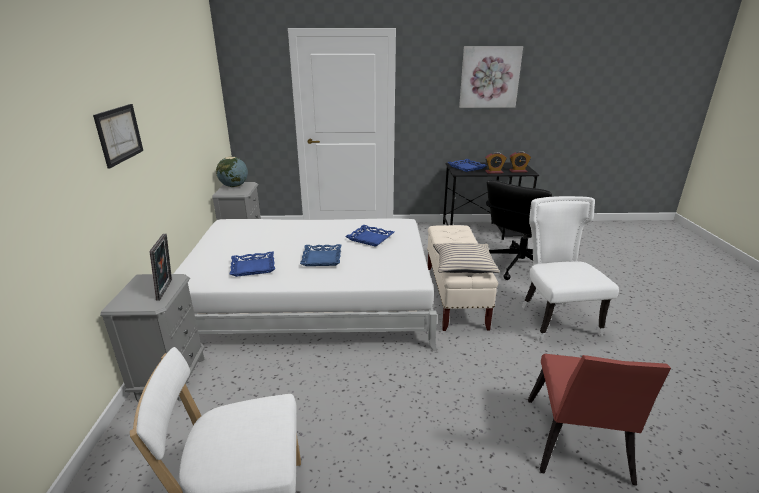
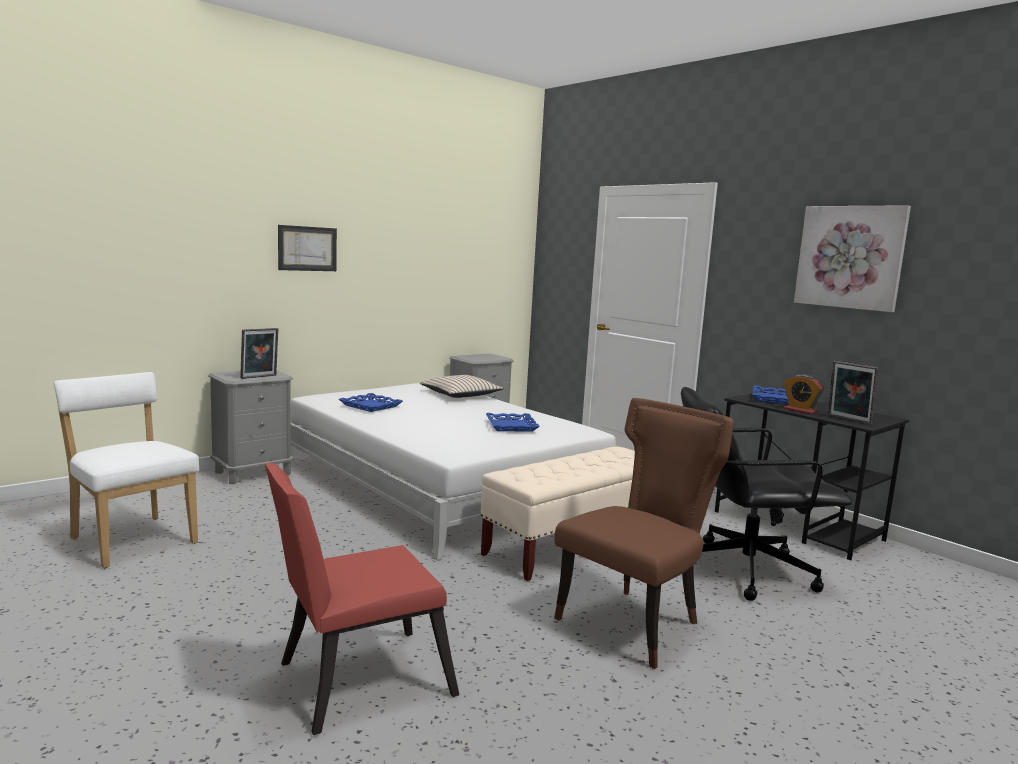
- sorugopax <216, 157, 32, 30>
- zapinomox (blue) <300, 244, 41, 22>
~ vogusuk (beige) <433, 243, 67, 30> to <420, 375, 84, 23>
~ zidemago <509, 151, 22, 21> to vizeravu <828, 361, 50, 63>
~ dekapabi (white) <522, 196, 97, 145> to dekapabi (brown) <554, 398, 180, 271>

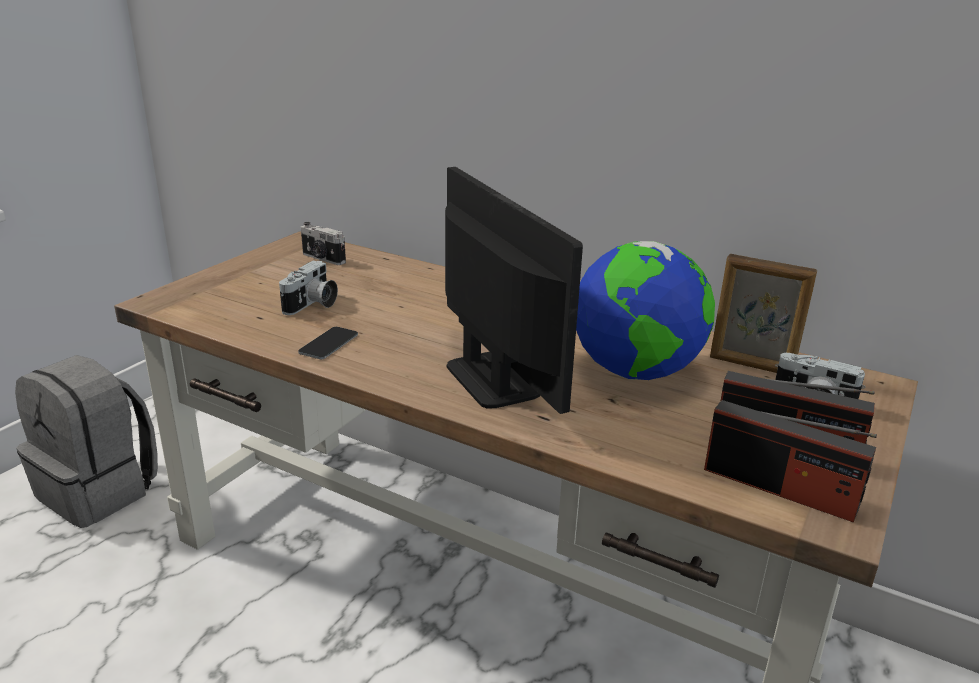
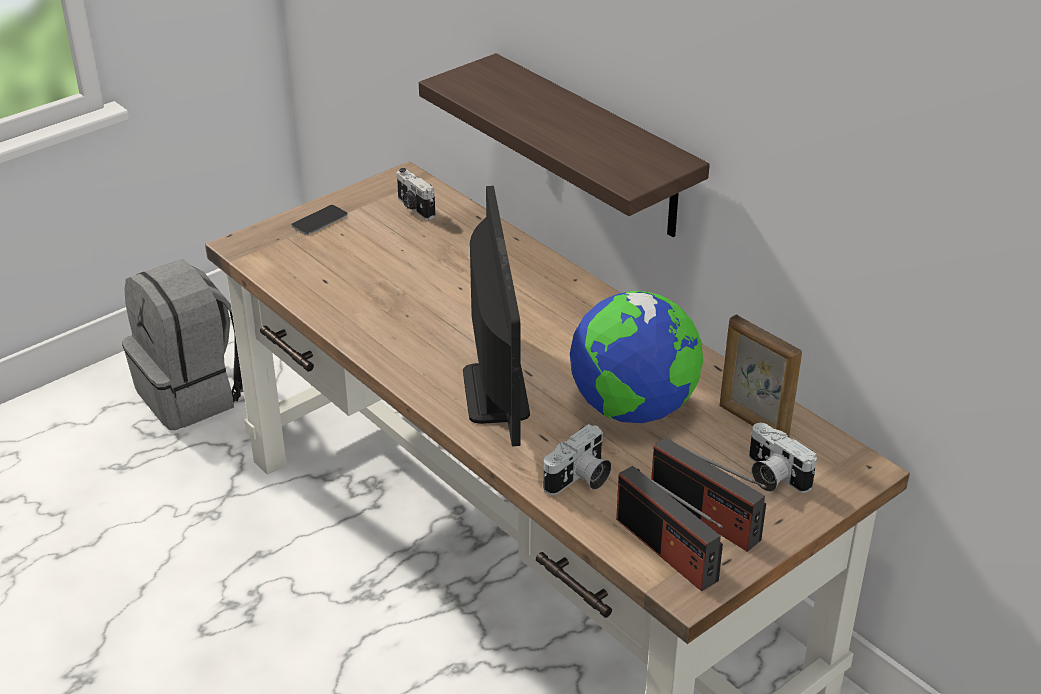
~ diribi <279, 261, 59, 54> to <543, 424, 69, 71>
~ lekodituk <298, 327, 60, 32> to <292, 205, 56, 30>
+ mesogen <419, 53, 291, 184>

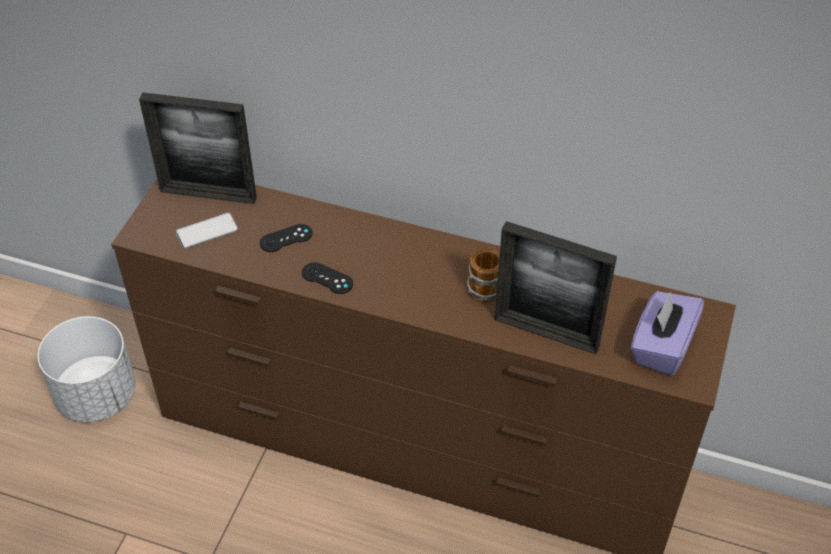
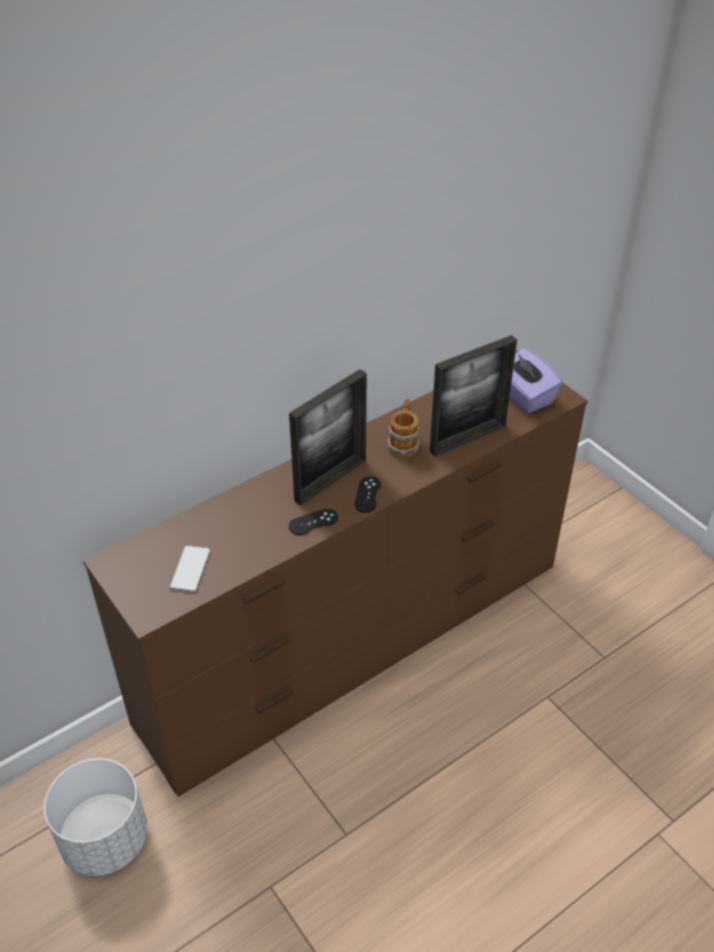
~ vizeravu <139, 92, 118, 112> to <289, 369, 78, 137>
~ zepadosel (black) <260, 224, 53, 28> to <354, 476, 27, 37>

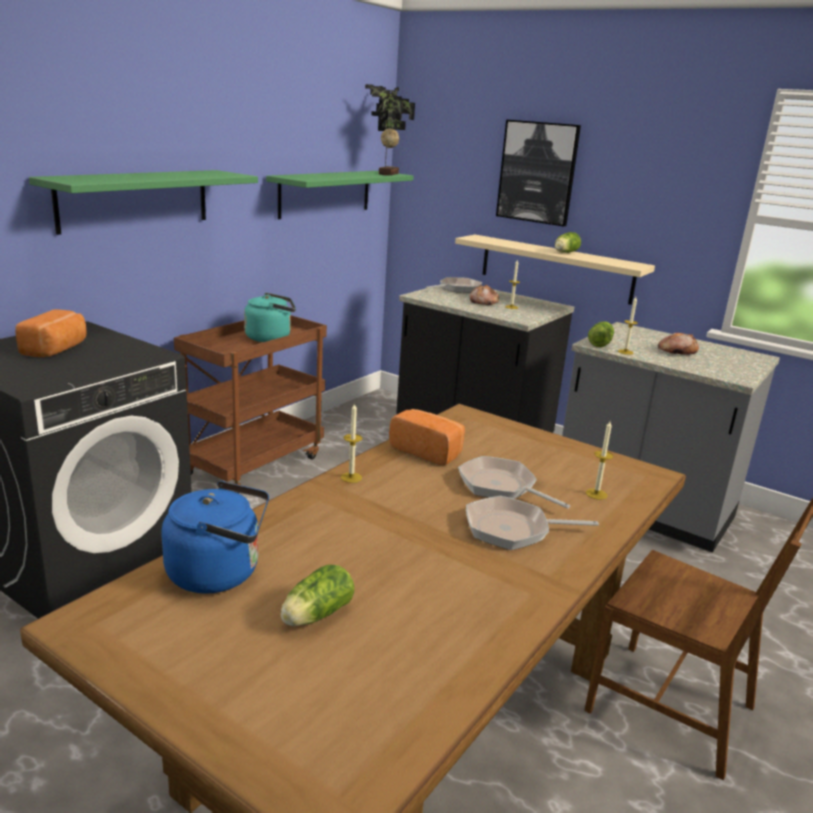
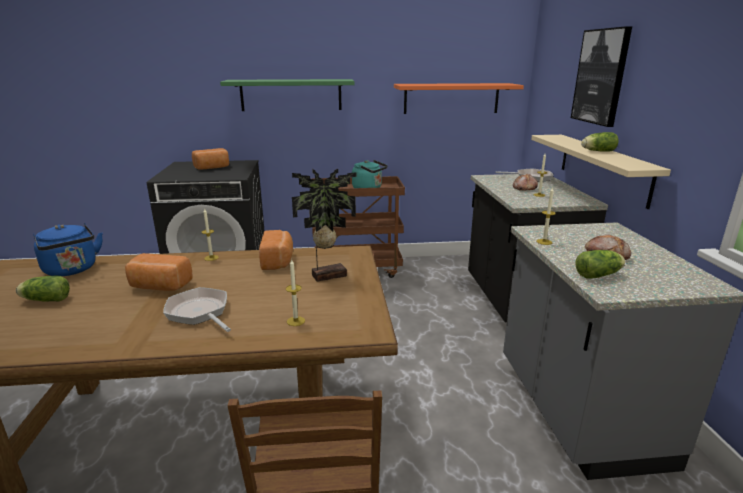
~ mesogen (green) <266, 171, 148, 48> to mesogen (orange) <394, 83, 130, 31>
~ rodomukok <365, 84, 50, 92> to <292, 169, 65, 113>
- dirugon <458, 456, 112, 53>
~ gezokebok <588, 322, 26, 25> to <575, 250, 50, 29>
+ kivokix <125, 253, 67, 38>

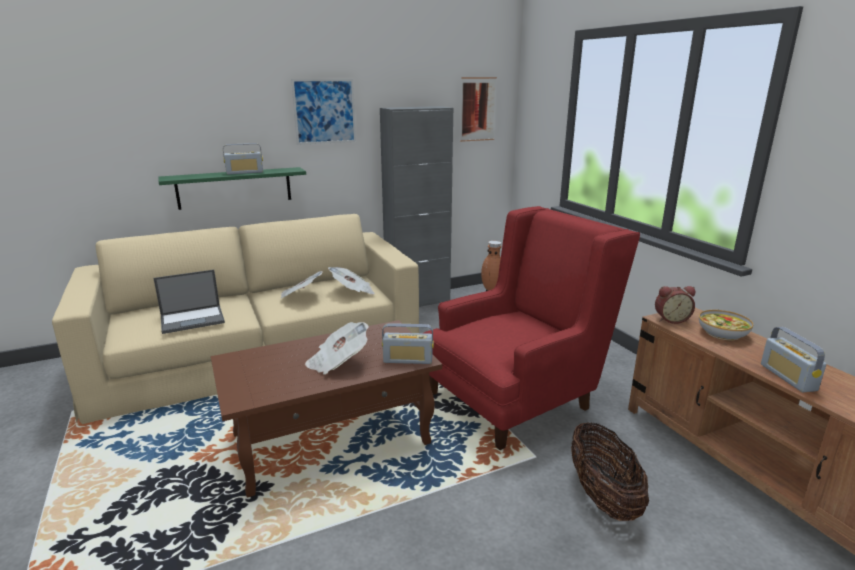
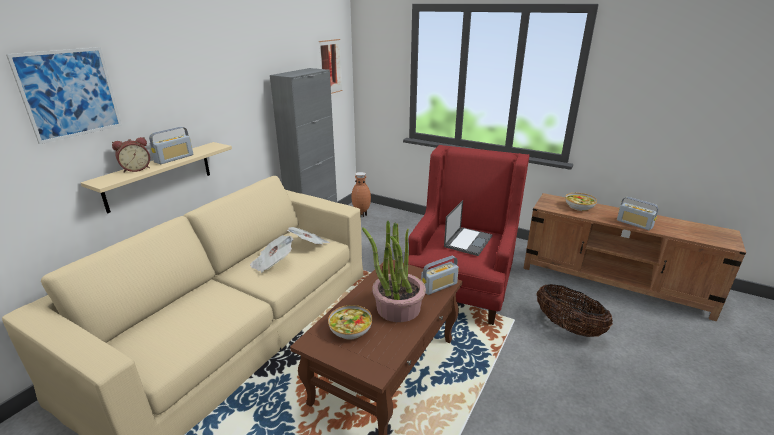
~ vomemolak <154, 270, 71, 64> to <444, 200, 49, 56>
~ mesogen (green) <158, 167, 148, 43> to mesogen (beige) <81, 142, 151, 71>
~ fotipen <291, 79, 65, 66> to <6, 47, 116, 97>
~ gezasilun <305, 322, 64, 53> to rodomukok <362, 221, 64, 101>
~ zidemago <655, 286, 40, 38> to <112, 137, 38, 36>
+ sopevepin <328, 305, 44, 34>

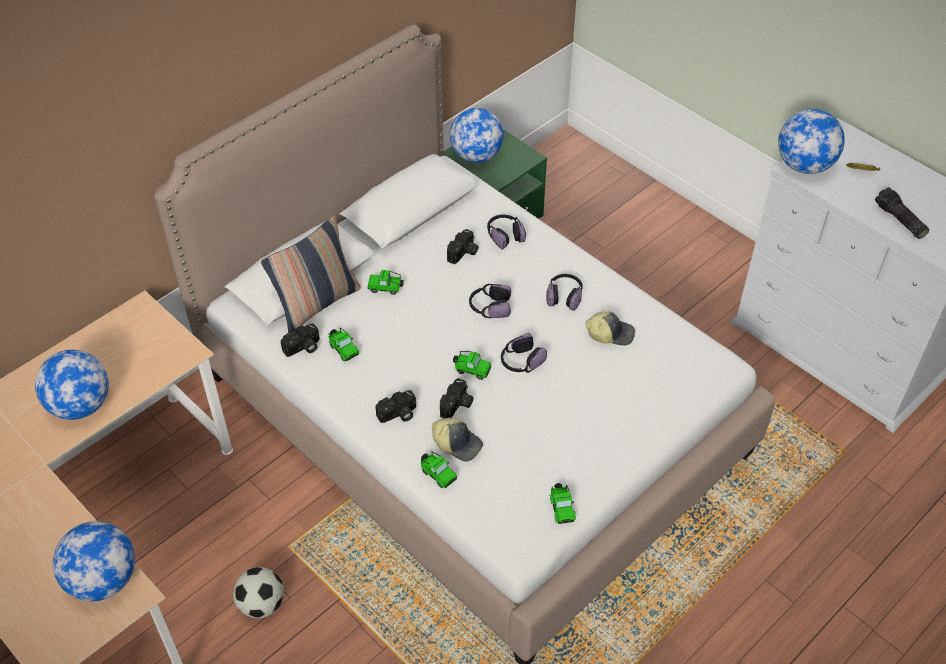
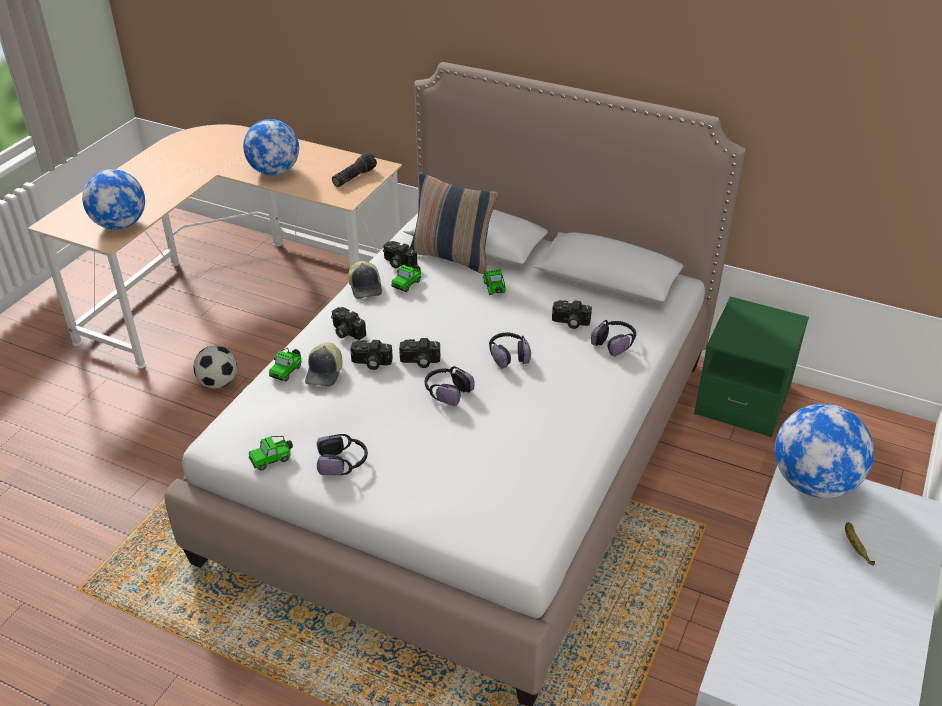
- sorugopax <450, 108, 54, 55>
~ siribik <453, 351, 39, 29> to diribi <399, 338, 41, 30>
~ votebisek <546, 274, 37, 37> to <317, 434, 51, 41>
~ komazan <586, 312, 49, 34> to <348, 261, 34, 38>
~ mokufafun <875, 187, 54, 52> to <332, 153, 45, 34>

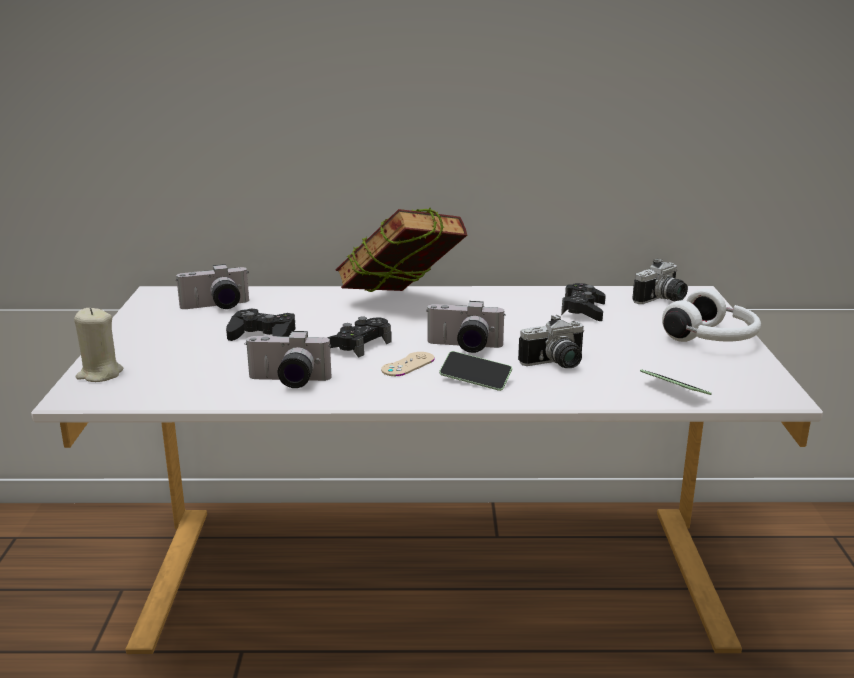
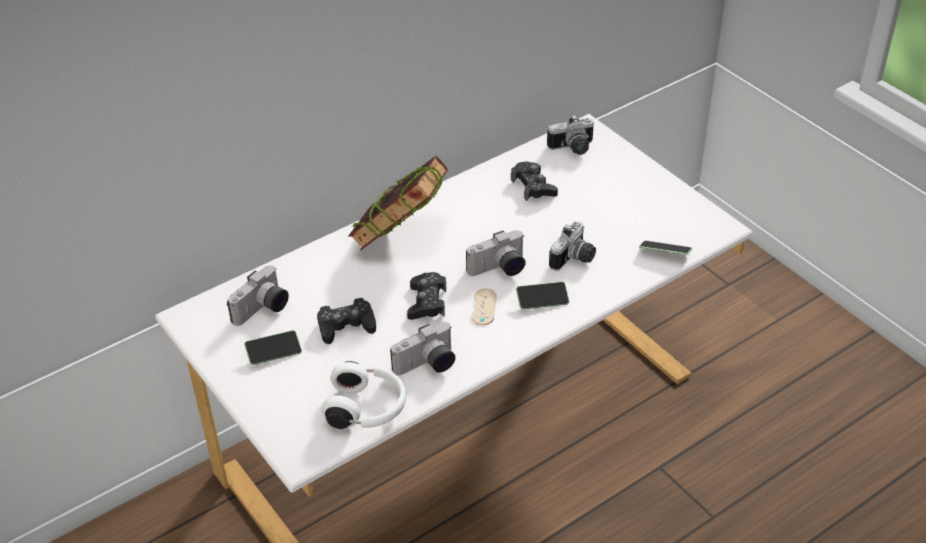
- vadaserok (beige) <74, 308, 49, 74>
~ diribi <632, 259, 56, 45> = <547, 115, 47, 40> 60 degrees clockwise
~ votebisek (white) <662, 288, 99, 54> to <322, 361, 84, 68>
+ lekodituk <244, 330, 58, 35>

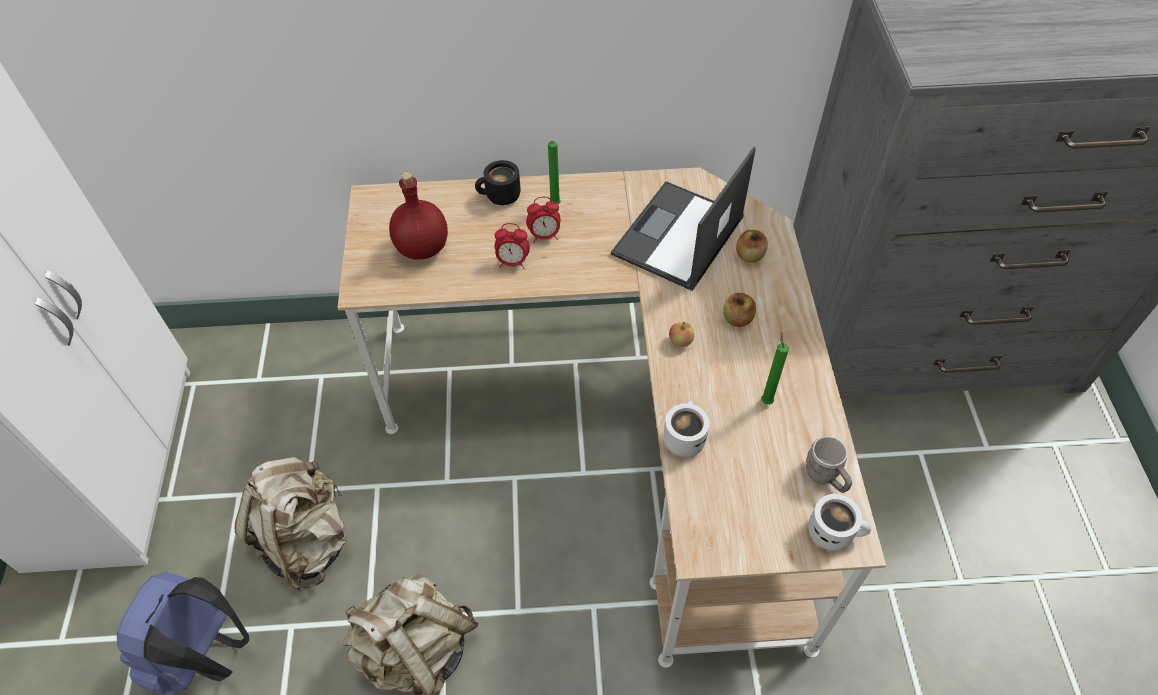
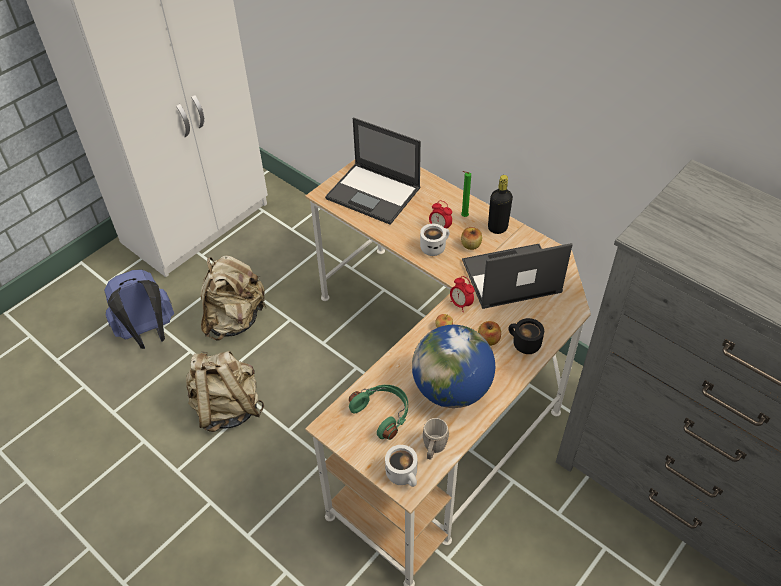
~ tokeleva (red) <389, 172, 59, 88> to vomemolak <325, 118, 96, 107>
~ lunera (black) <475, 160, 46, 45> to <508, 318, 36, 36>
~ zidemago <494, 223, 36, 46> to <450, 276, 25, 36>
~ lunera (white) <664, 401, 45, 56> to <420, 224, 30, 32>
~ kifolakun <736, 230, 32, 33> to <461, 227, 21, 23>
~ vadaserok (green) <761, 331, 28, 74> to sorugopax <412, 325, 83, 83>
+ votebisek (green) <349, 385, 59, 55>
+ tokeleva (black) <488, 175, 25, 59>

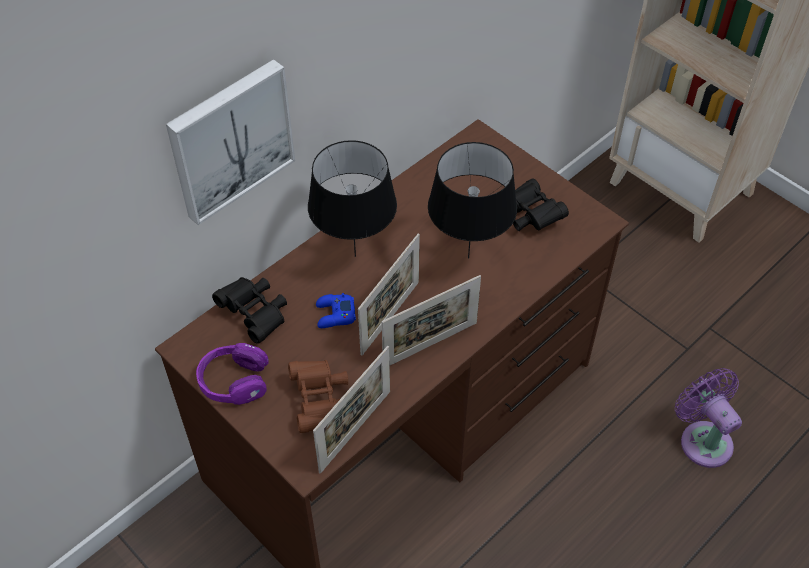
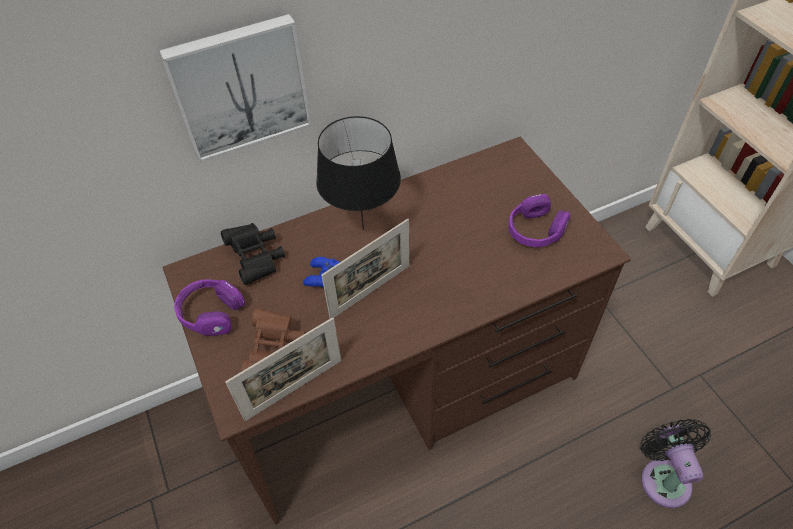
- vizeravu <382, 275, 99, 90>
- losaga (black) <428, 142, 89, 117>
~ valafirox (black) <513, 178, 56, 53> to votebisek (purple) <508, 194, 62, 53>
~ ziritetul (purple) <675, 368, 67, 100> to ziritetul (black) <640, 419, 71, 89>

